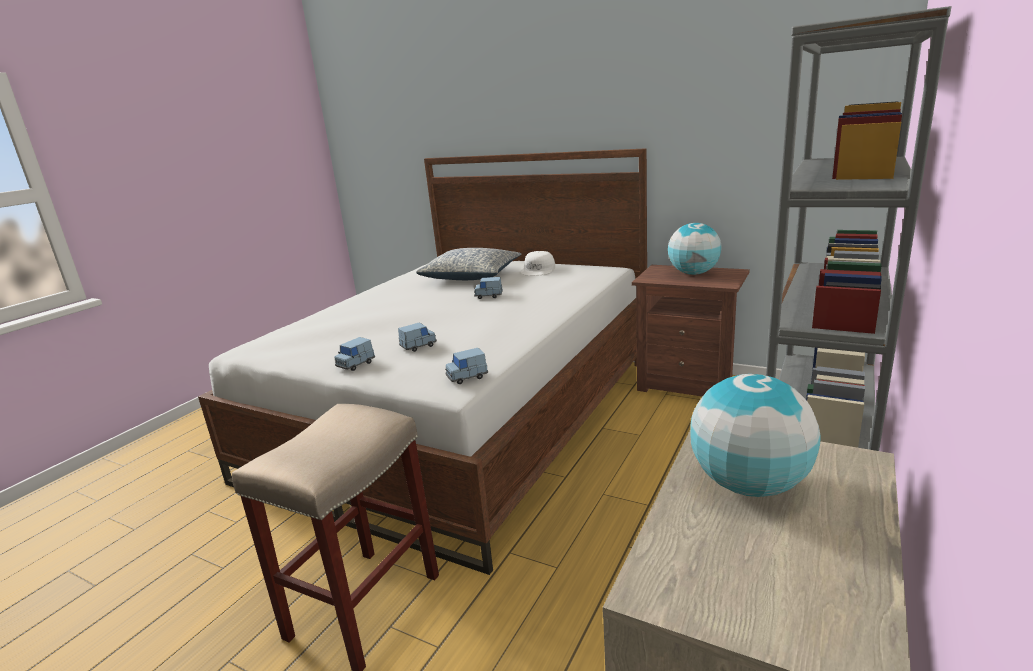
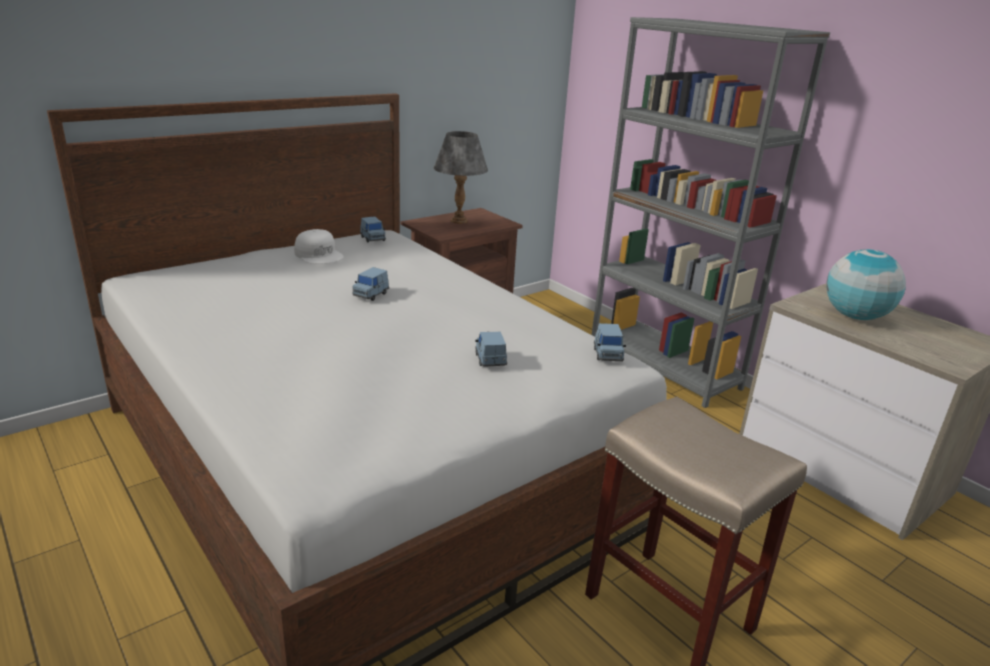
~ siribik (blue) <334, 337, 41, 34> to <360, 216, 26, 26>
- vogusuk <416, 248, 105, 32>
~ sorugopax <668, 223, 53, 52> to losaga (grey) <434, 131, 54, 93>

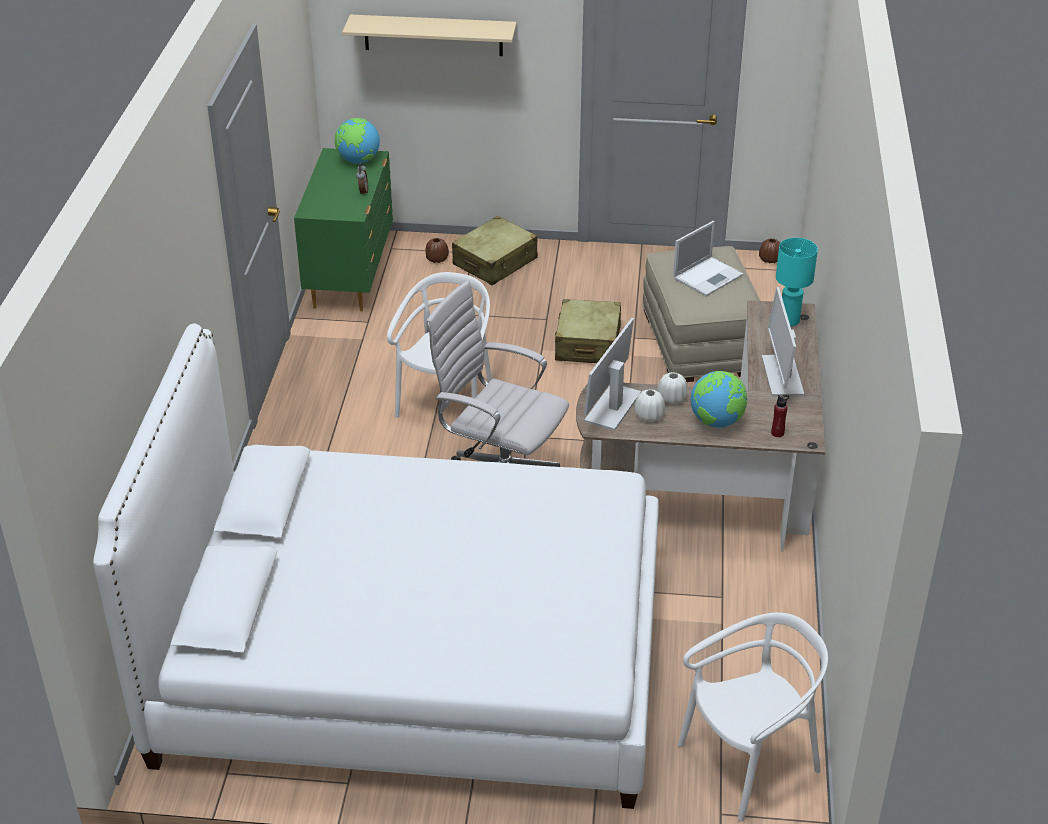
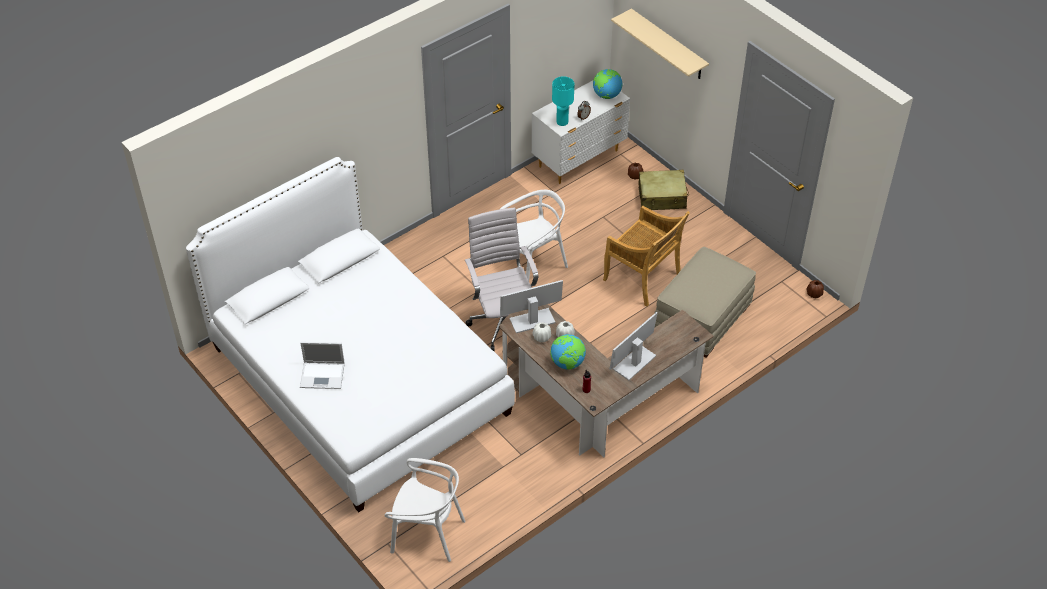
~ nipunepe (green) <294, 148, 99, 163> to nipunepe (white) <532, 80, 98, 104>
~ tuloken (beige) <555, 299, 66, 64> to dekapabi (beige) <603, 206, 87, 100>
~ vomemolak <673, 221, 70, 75> to <300, 342, 45, 47>
~ losaga (turquoise) <776, 238, 42, 88> to <552, 76, 22, 50>

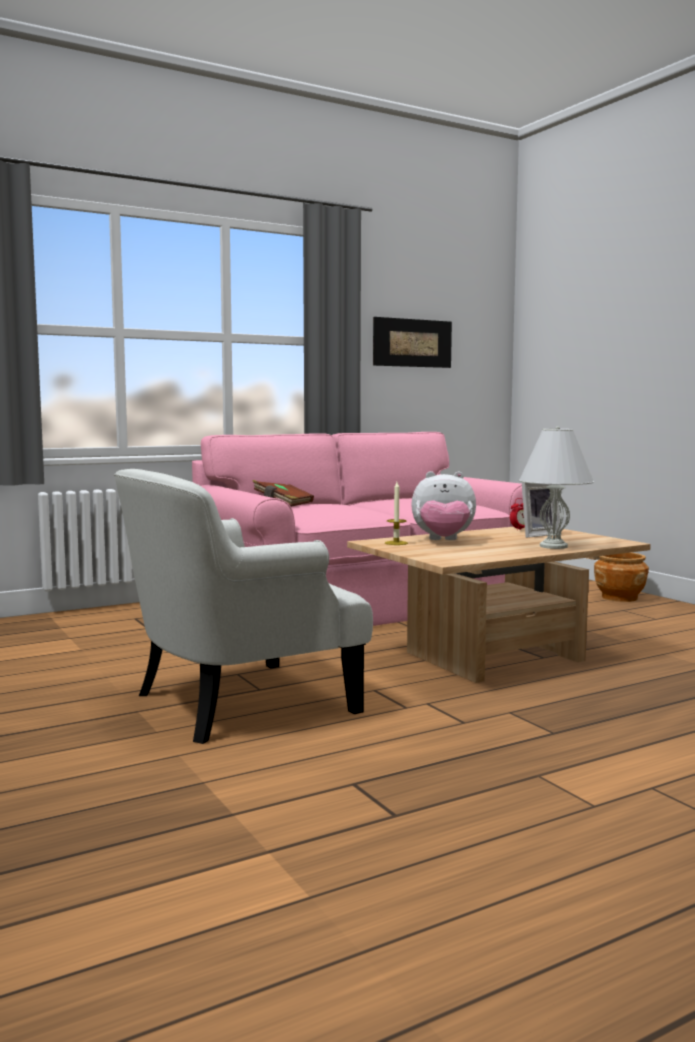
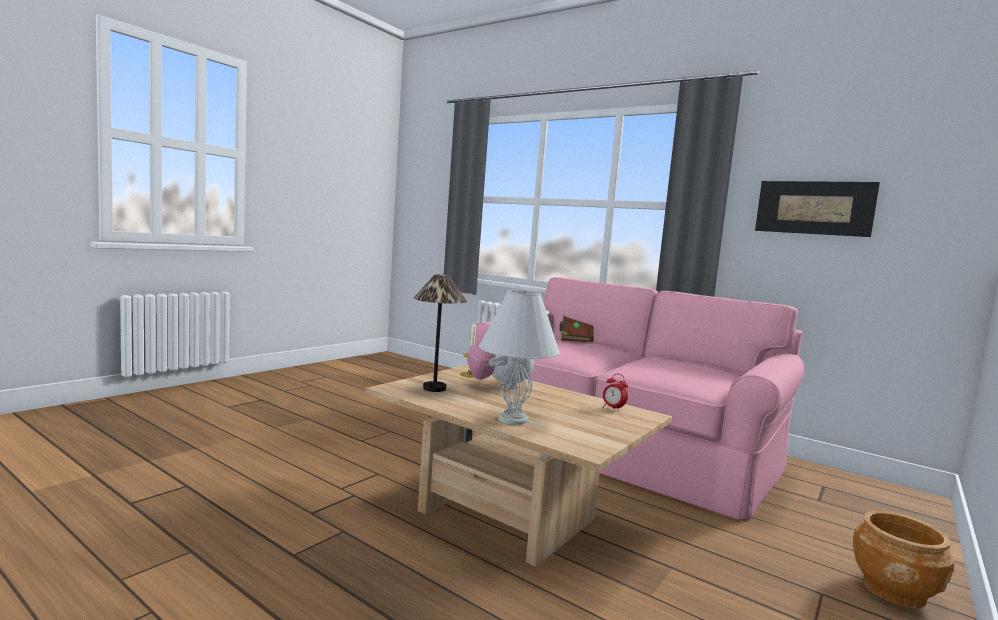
- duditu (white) <114, 469, 259, 275>
- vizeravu <522, 482, 39, 56>
+ losaga <414, 275, 53, 117>

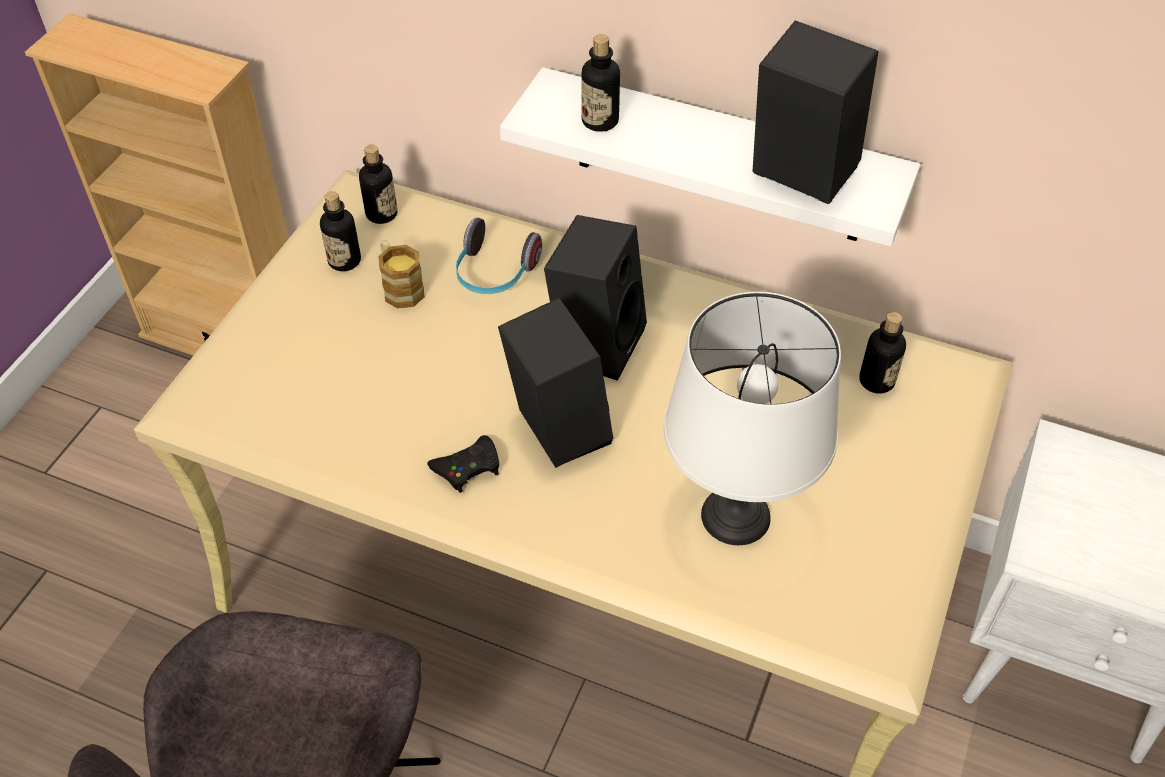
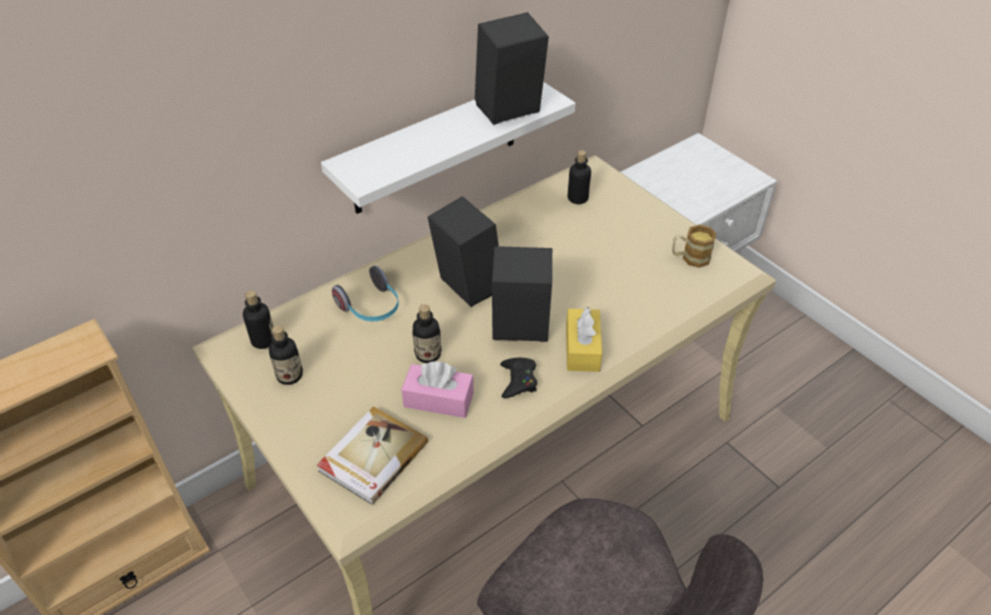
~ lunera <378, 240, 47, 69> to <672, 224, 45, 44>
~ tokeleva <581, 34, 39, 98> to <412, 304, 29, 59>
- losaga (white) <664, 292, 177, 253>
+ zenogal <317, 406, 111, 99>
+ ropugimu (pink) <401, 361, 73, 57>
+ ropugimu (yellow) <566, 307, 36, 65>

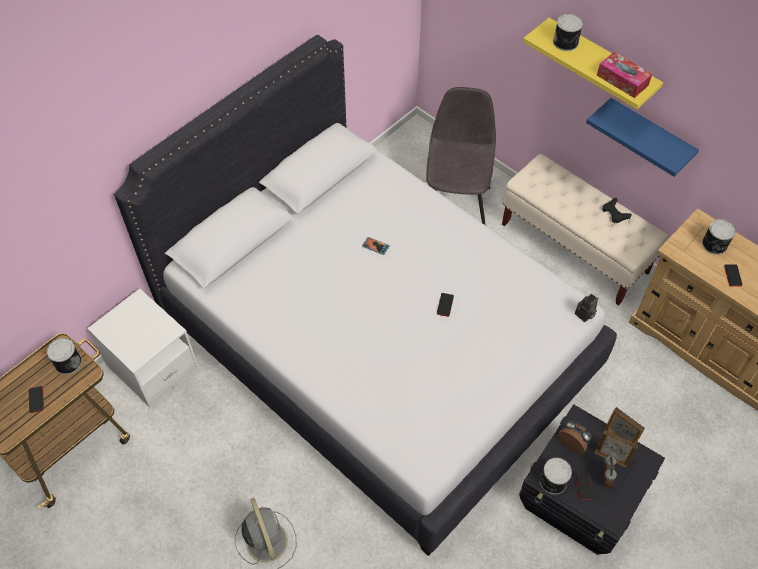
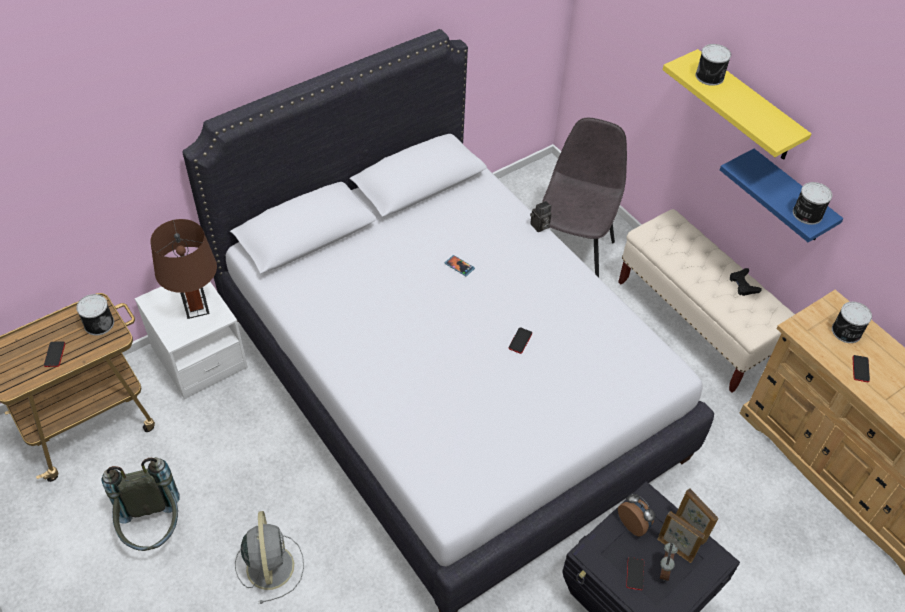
~ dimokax <540, 458, 32, 37> to <793, 182, 39, 43>
~ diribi <575, 294, 23, 28> to <530, 201, 22, 31>
- ropugimu <597, 52, 55, 46>
+ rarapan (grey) <101, 457, 78, 94>
+ losaga (brown) <150, 219, 67, 100>

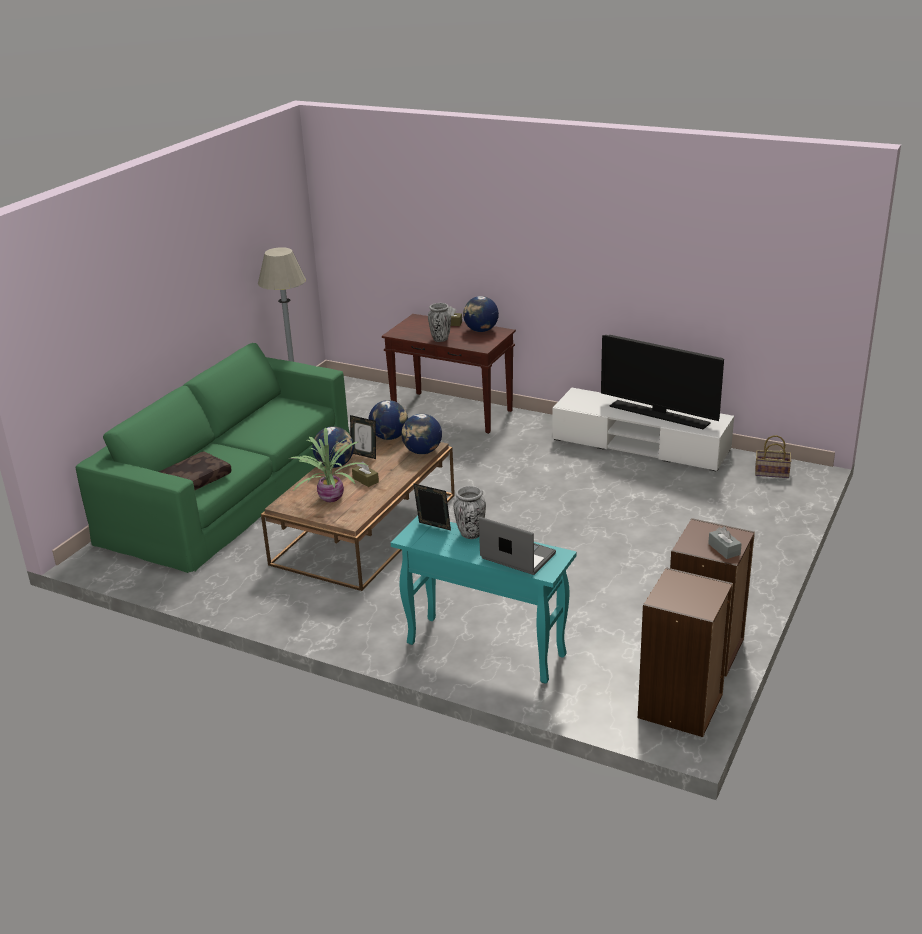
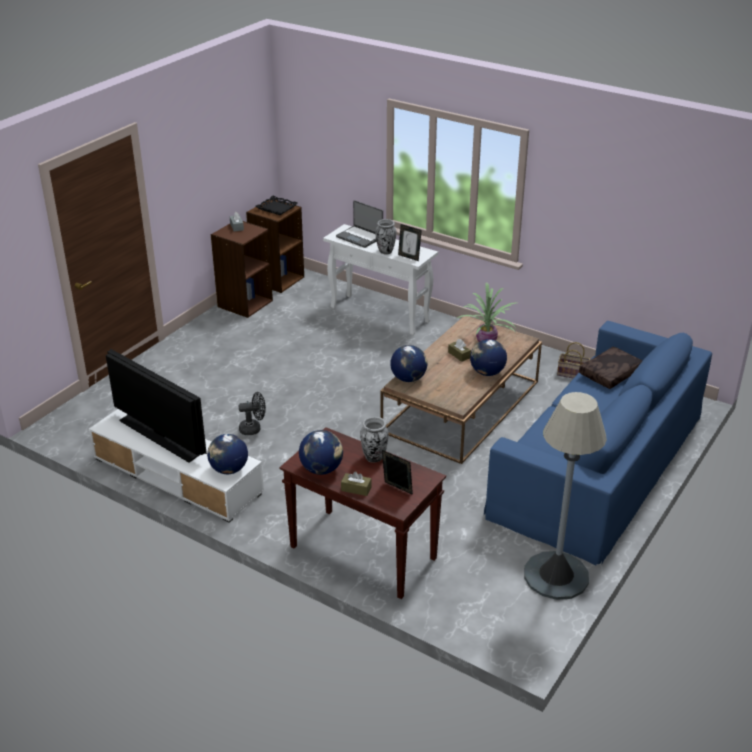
~ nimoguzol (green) <76, 343, 274, 230> to nimoguzol (blue) <484, 321, 228, 244>
~ vizeravu <350, 415, 26, 44> to <382, 450, 31, 45>
~ sorugopax <369, 400, 39, 40> to <207, 434, 41, 40>
~ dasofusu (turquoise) <391, 515, 186, 169> to dasofusu (white) <323, 224, 115, 111>
~ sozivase <755, 435, 37, 43> to <557, 342, 33, 37>
+ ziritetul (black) <238, 392, 28, 43>
+ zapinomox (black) <255, 196, 43, 19>

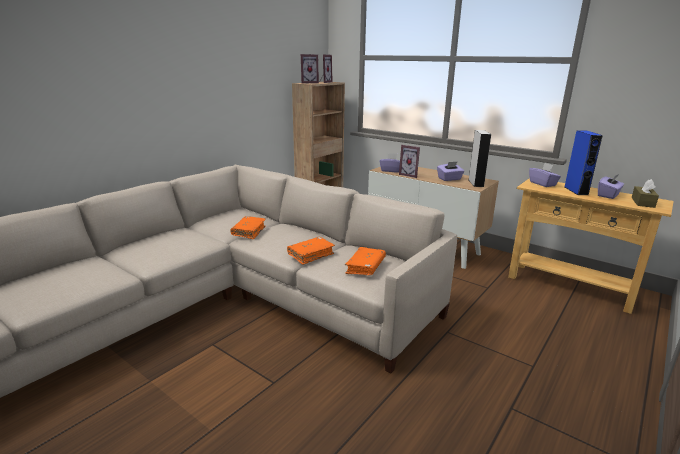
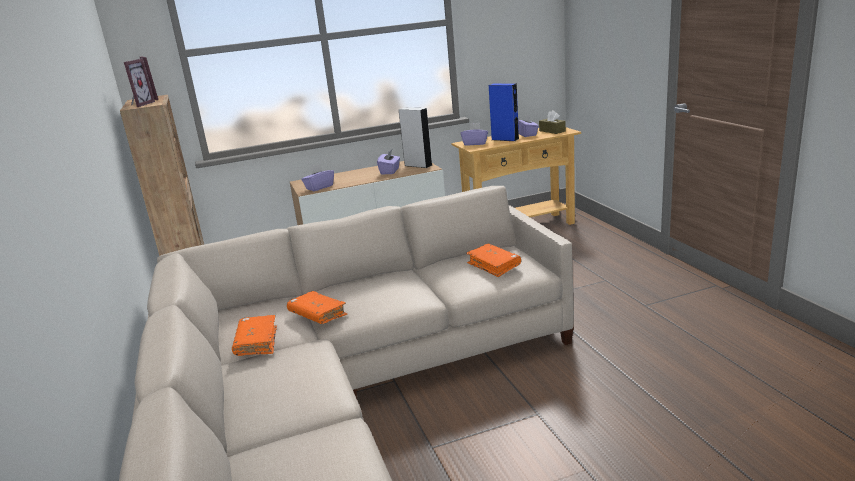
~ zenogal (orange) <287, 237, 48, 28> to <232, 315, 45, 41>
- vizeravu <399, 145, 21, 33>

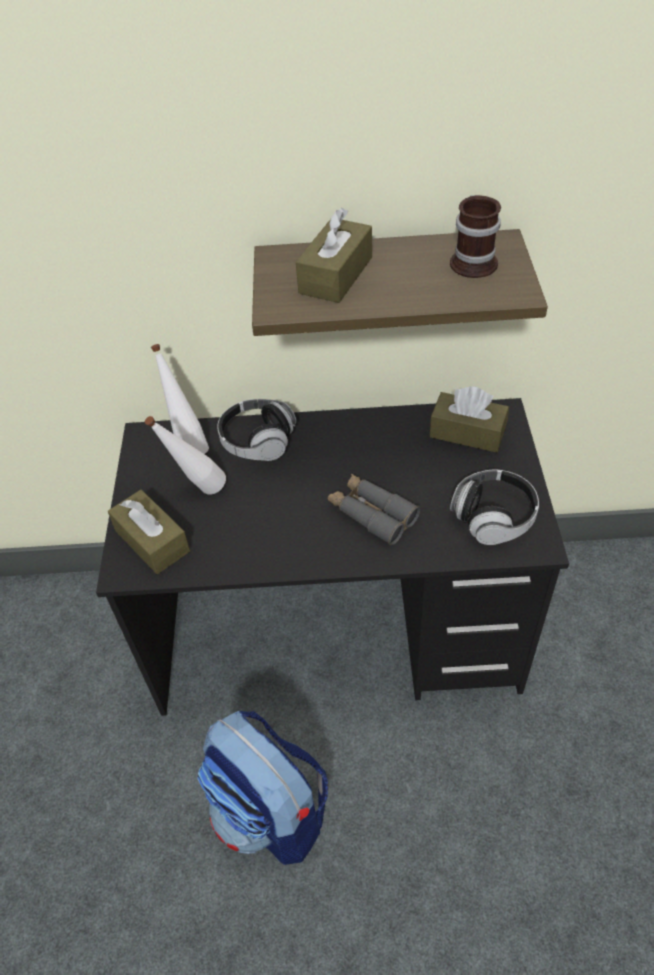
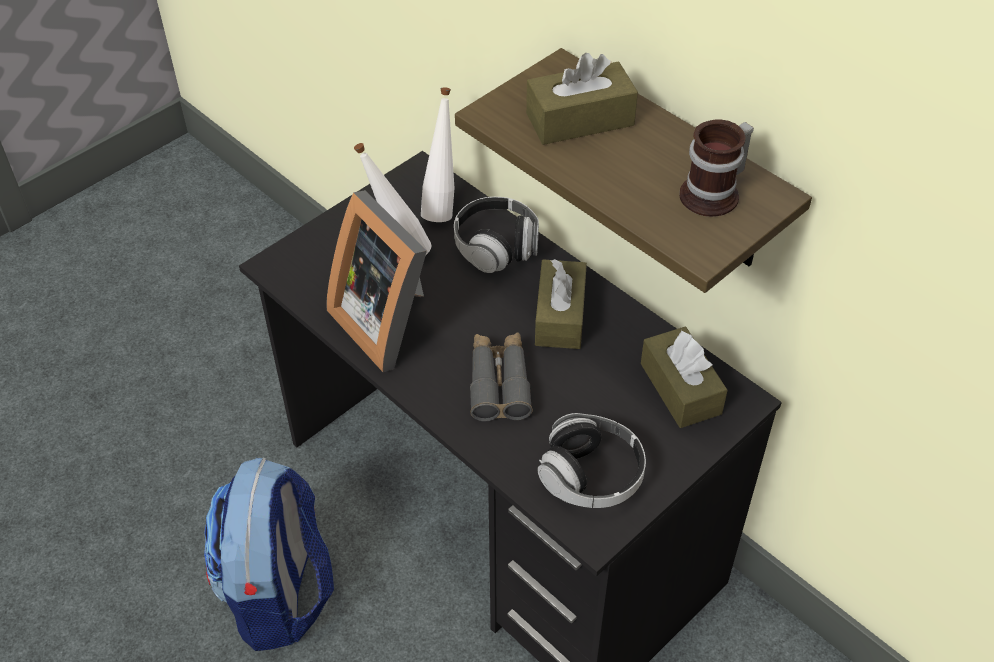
~ ropugimu (brown) <108, 490, 82, 84> to <535, 259, 52, 90>
+ vizeravu <327, 190, 100, 182>

